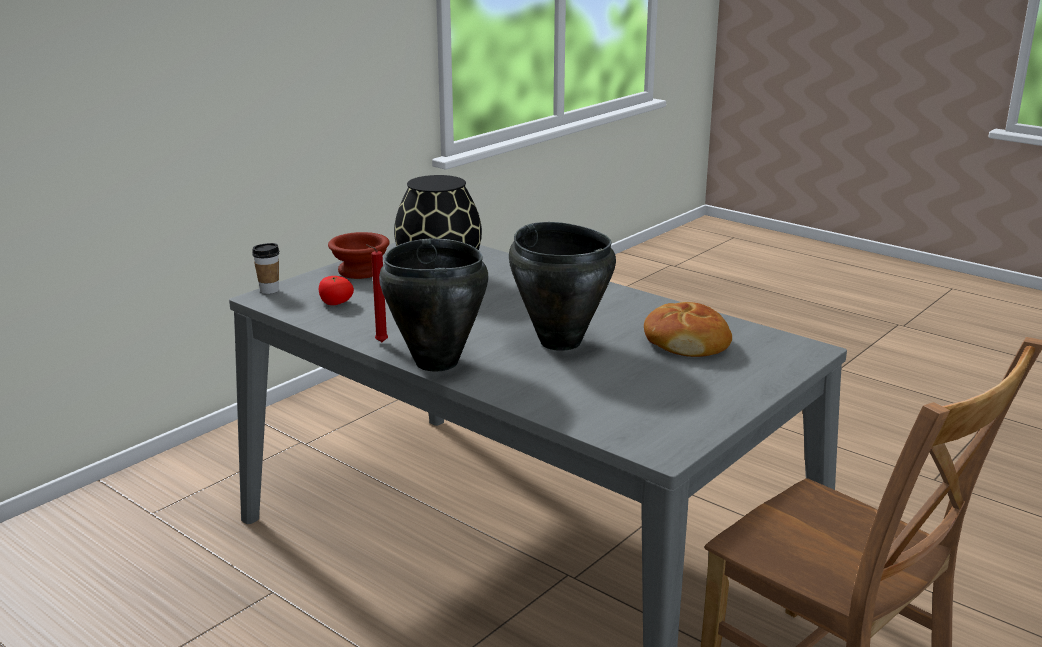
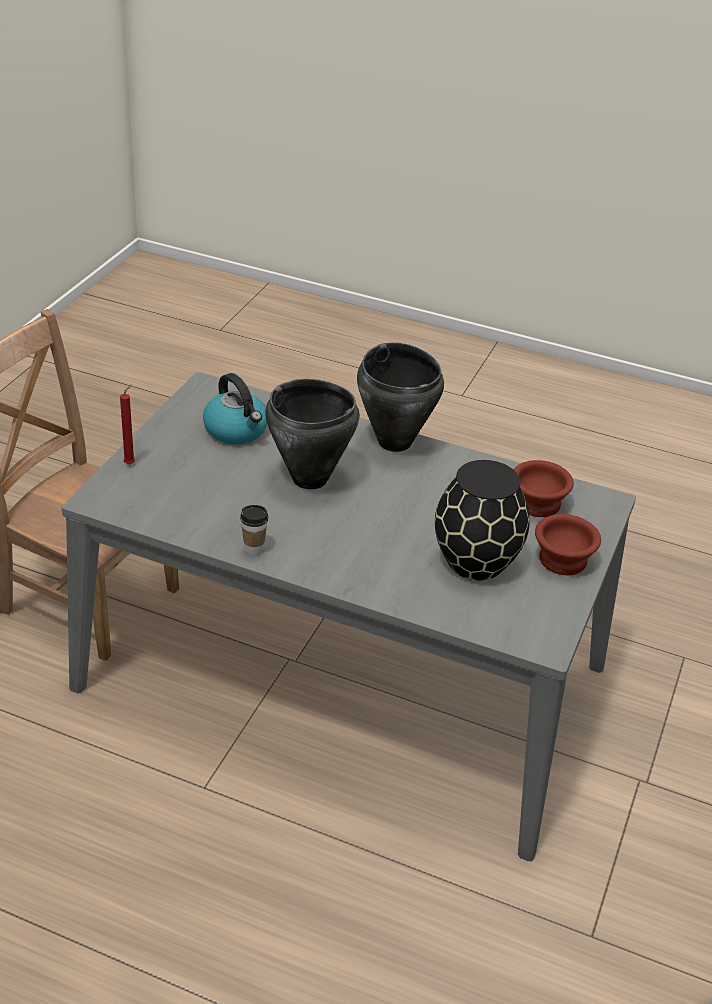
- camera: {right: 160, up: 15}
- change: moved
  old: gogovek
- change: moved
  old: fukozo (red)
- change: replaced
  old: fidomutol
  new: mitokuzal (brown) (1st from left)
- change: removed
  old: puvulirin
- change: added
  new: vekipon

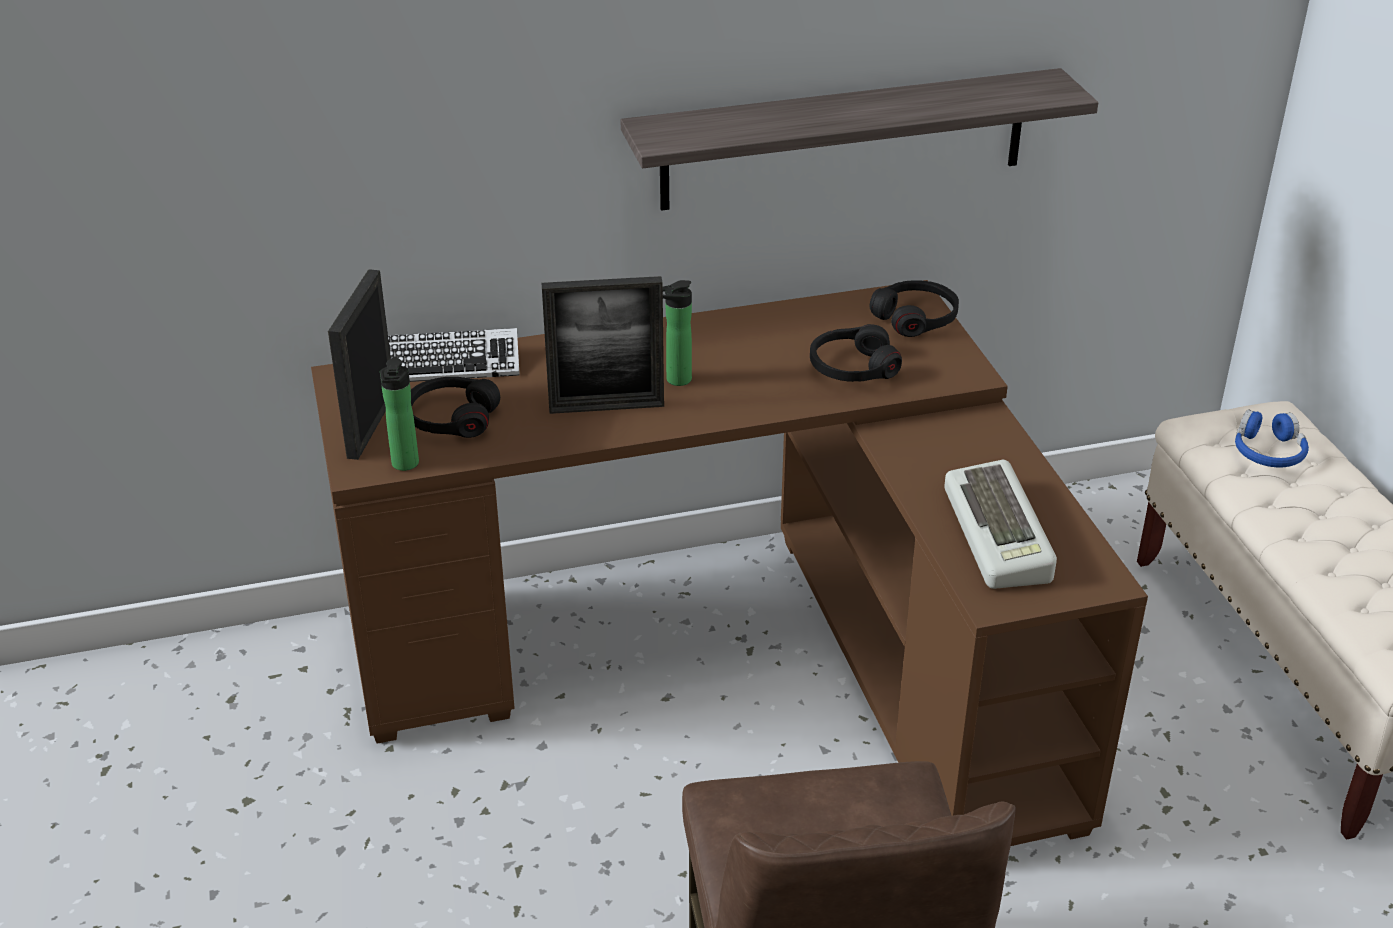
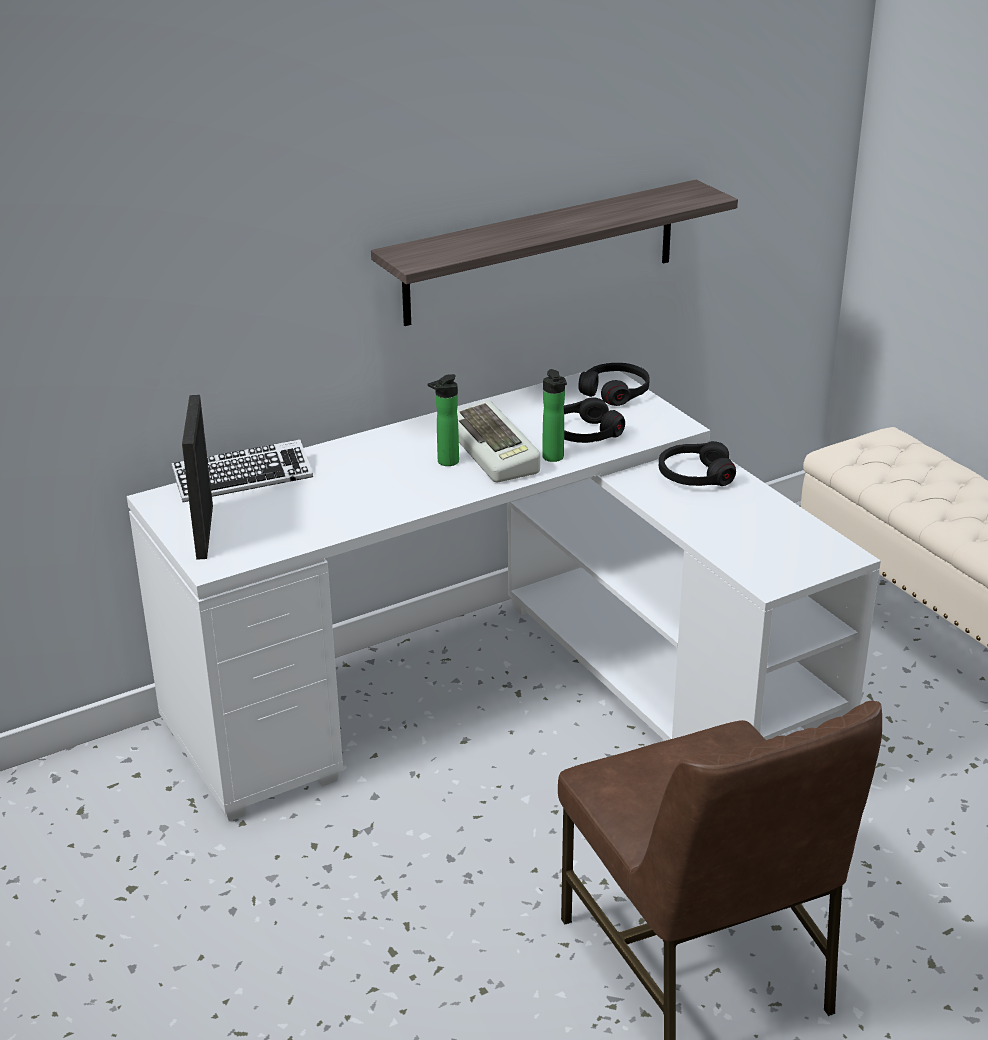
- camera: {right: -15, up: -5}
- change: removed
  old: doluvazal (2nd from left)
- change: recoloured
  old: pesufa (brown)
  new: pesufa (white)
- change: moved
  old: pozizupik (1st from left in the first image)
  new: pozizupik (2nd from left)
- change: moved
  old: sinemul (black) (1st from left in the first image)
  new: sinemul (black) (3rd from left)
- change: removed
  old: sinemul (blue)
- change: moved
  old: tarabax (2nd from left)

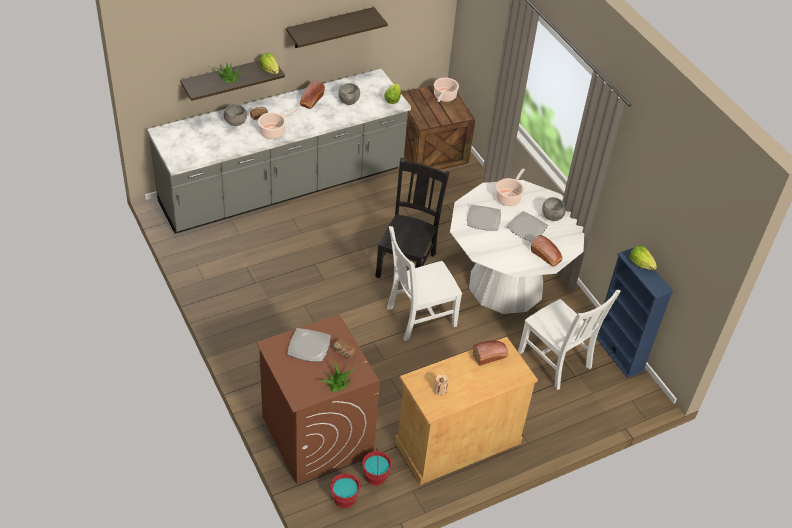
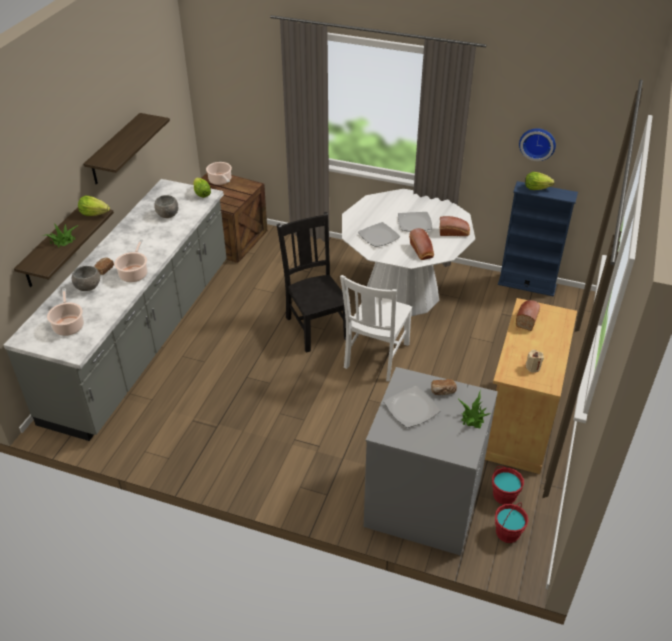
- camera: {right: -40, up: -5}
- change: moved
  old: puvulirin (2nd from left)
- change: moved
  old: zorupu (3rd from left in the first image)
  new: zorupu (1st from left)
- change: removed
  old: mitokuzal (grey) (3rd from left)
- change: removed
  old: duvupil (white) (2nd from left)
- change: recoloured
  old: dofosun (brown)
  new: dofosun (grey)
- change: added
  new: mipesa

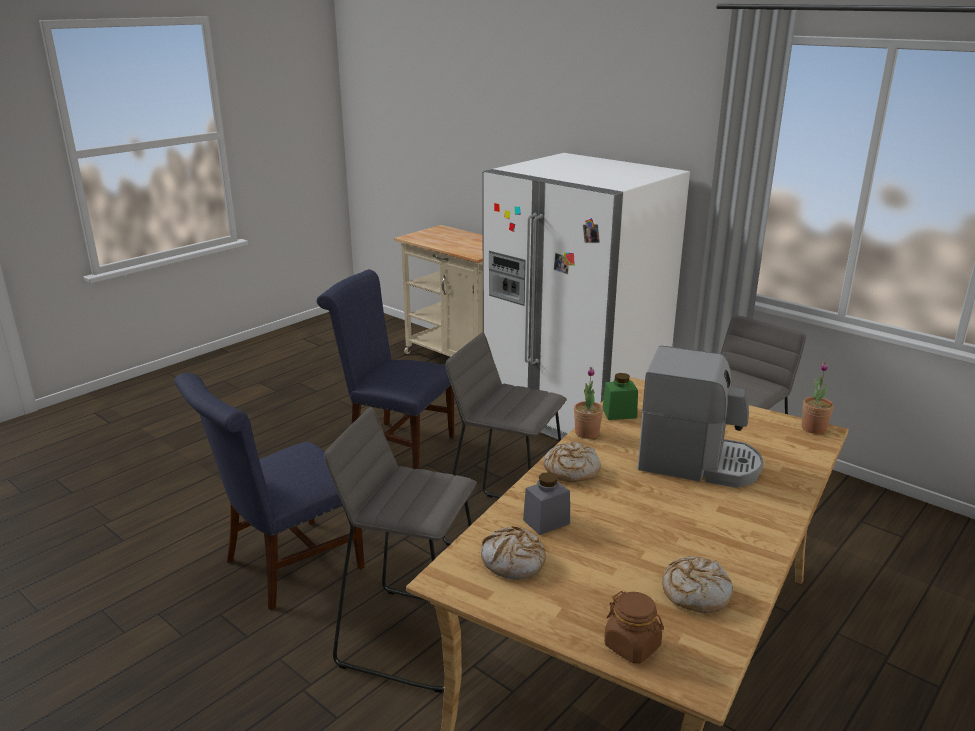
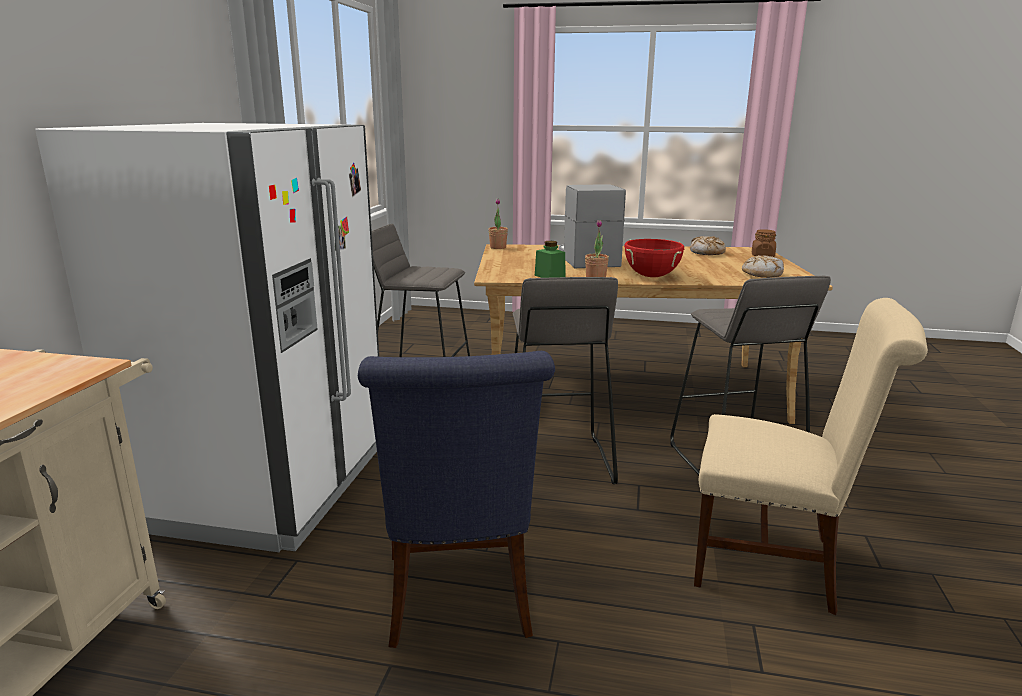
- camera: {right: -120, up: -5}
- change: recoloured
  old: duvupil (blue) (1st from left)
  new: duvupil (beige)
- change: replaced
  old: puvulirin (2nd from left)
  new: zorupu (red)
- change: removed
  old: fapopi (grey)

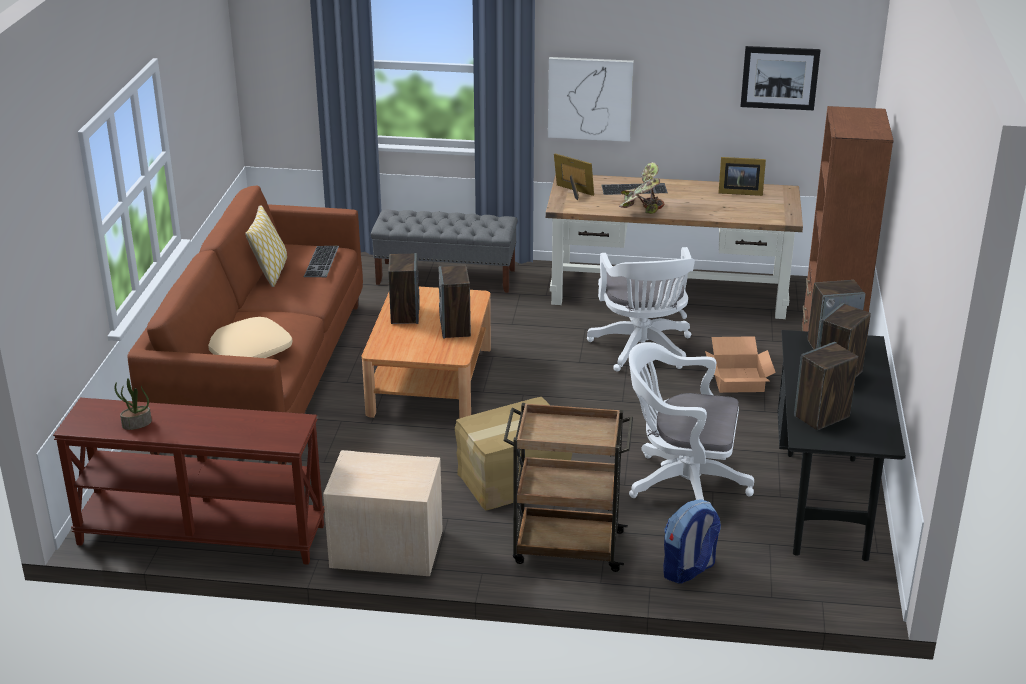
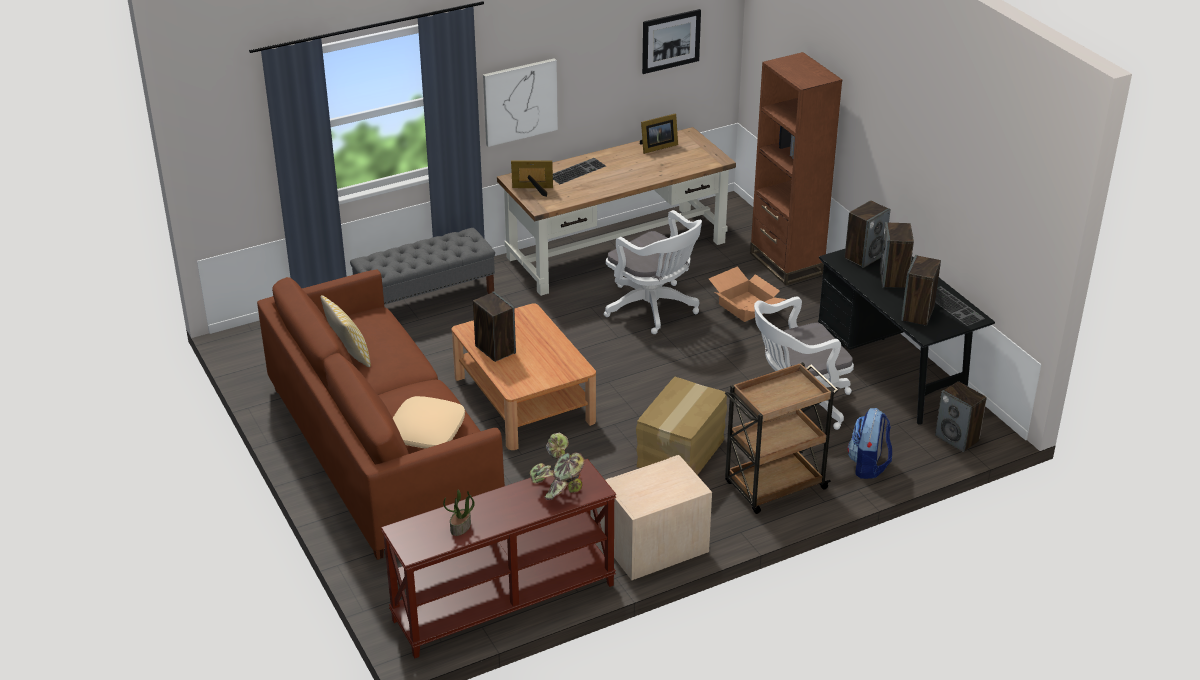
- camera: {right: -35, up: 5}
- change: moved
  old: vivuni (2nd from left)
- change: moved
  old: tarabax (1st from left in the first image)
  new: tarabax (2nd from left)
- change: moved
  old: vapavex (2nd from left in the first image)
  new: vapavex (5th from left)

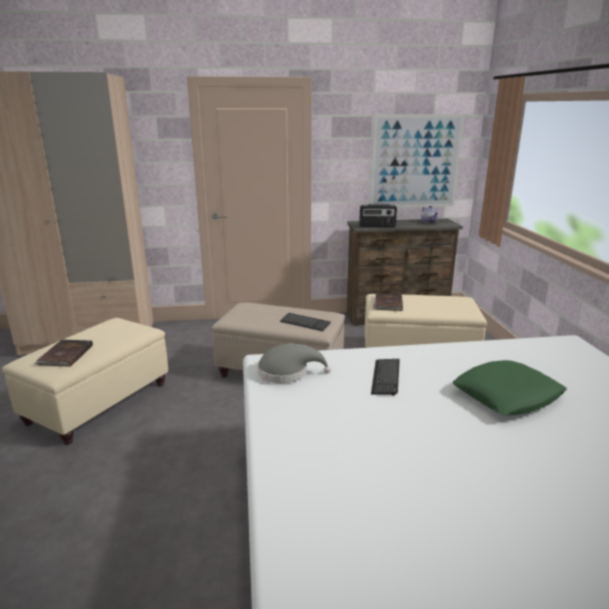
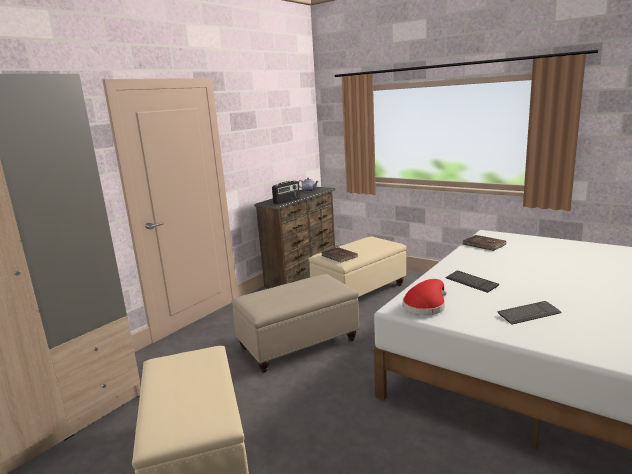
- camera: {right: -45, up: -5}
- change: removed
  old: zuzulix
- change: moved
  old: tarabax (1st from left in the first image)
  new: tarabax (2nd from left)
- change: moved
  old: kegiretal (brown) (1st from left in the first image)
  new: kegiretal (brown) (2nd from left)
- change: recoloured
  old: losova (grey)
  new: losova (red)
- change: removed
  old: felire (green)

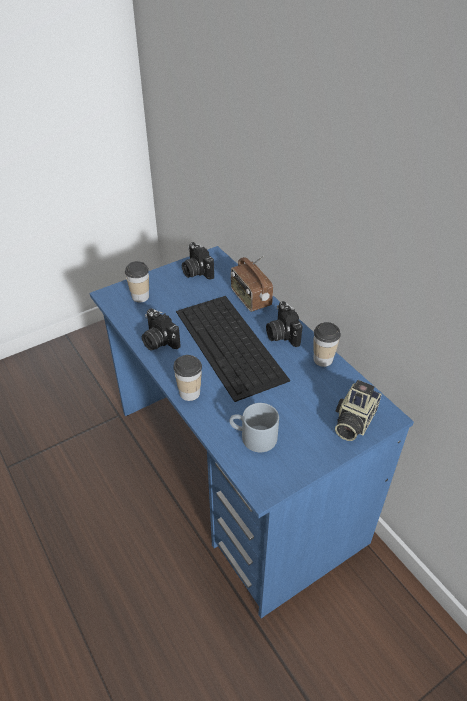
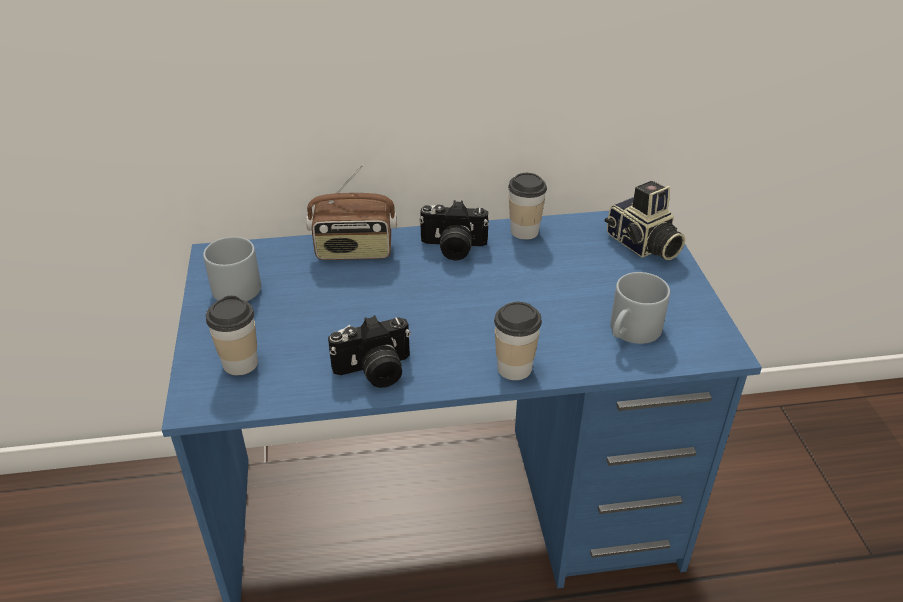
- camera: {right: -65, up: -5}
- change: replaced
  old: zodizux (2nd from left)
  new: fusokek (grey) (1st from left)
- change: removed
  old: tarabax

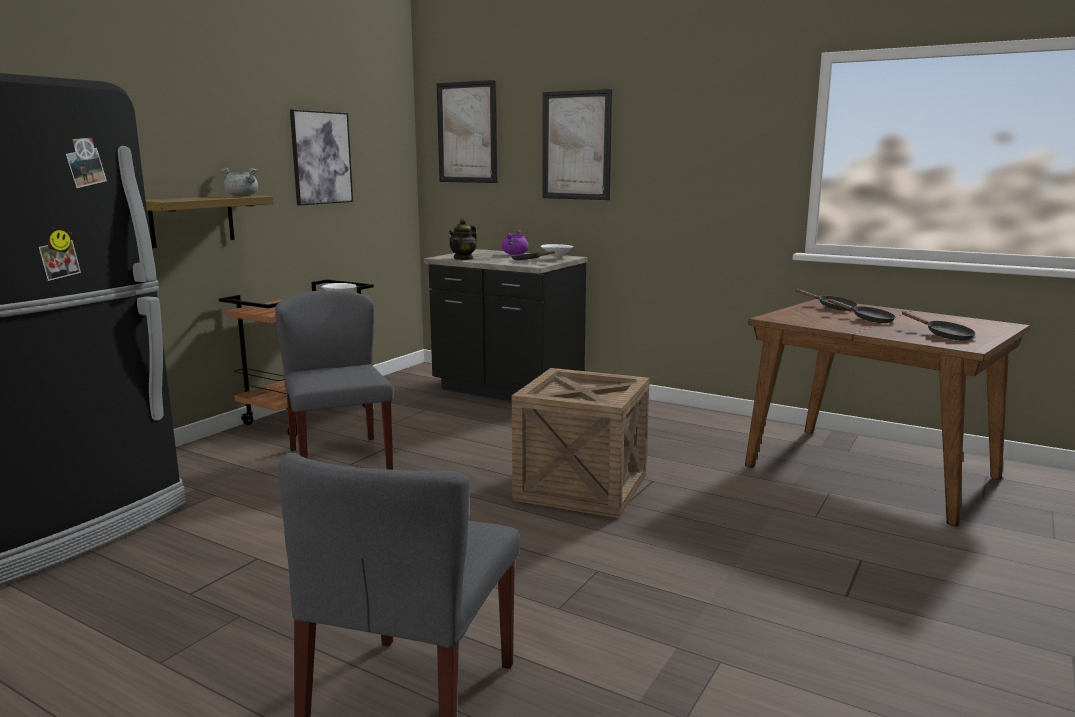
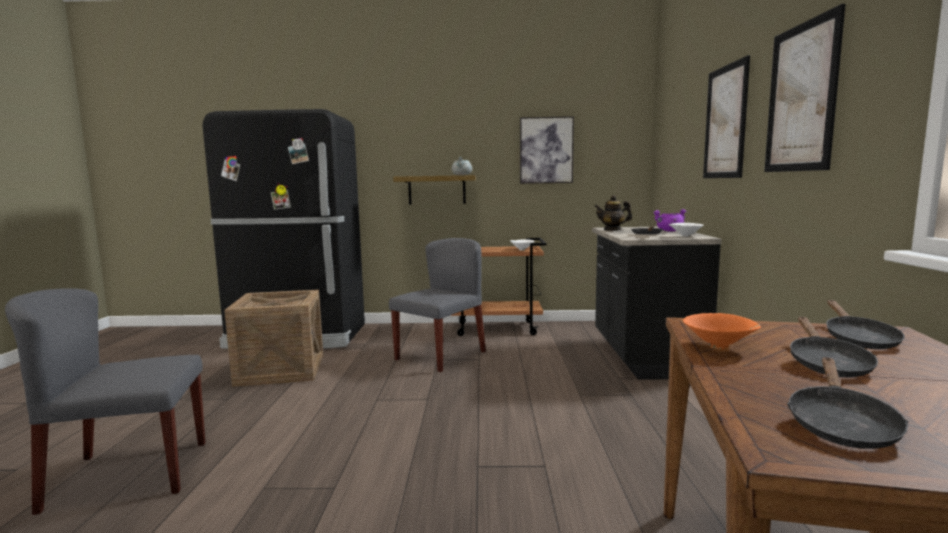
- camera: {right: 60, up: -5}
- change: moved
  old: zuzulix (2nd from left in the first image)
  new: zuzulix (3rd from left)
- change: moved
  old: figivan
- change: added
  new: mitokuzal (orange)

